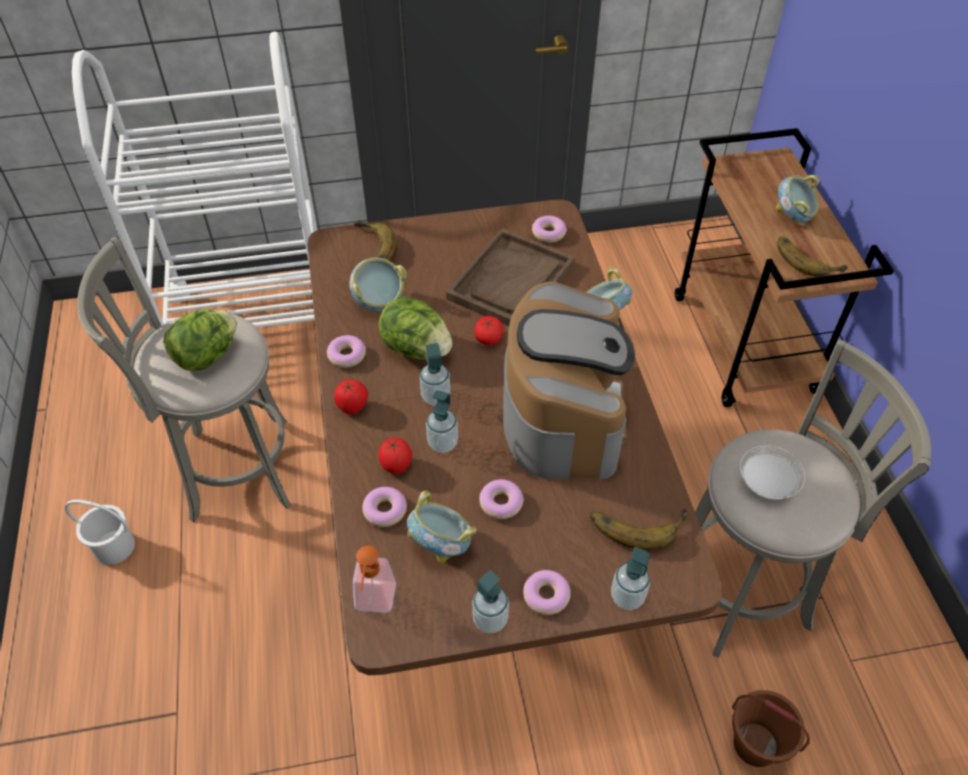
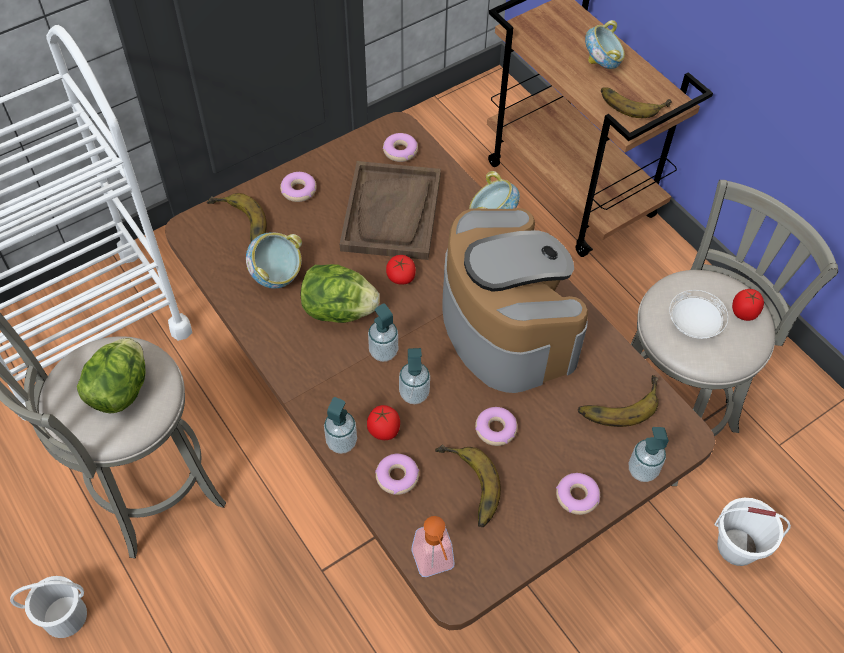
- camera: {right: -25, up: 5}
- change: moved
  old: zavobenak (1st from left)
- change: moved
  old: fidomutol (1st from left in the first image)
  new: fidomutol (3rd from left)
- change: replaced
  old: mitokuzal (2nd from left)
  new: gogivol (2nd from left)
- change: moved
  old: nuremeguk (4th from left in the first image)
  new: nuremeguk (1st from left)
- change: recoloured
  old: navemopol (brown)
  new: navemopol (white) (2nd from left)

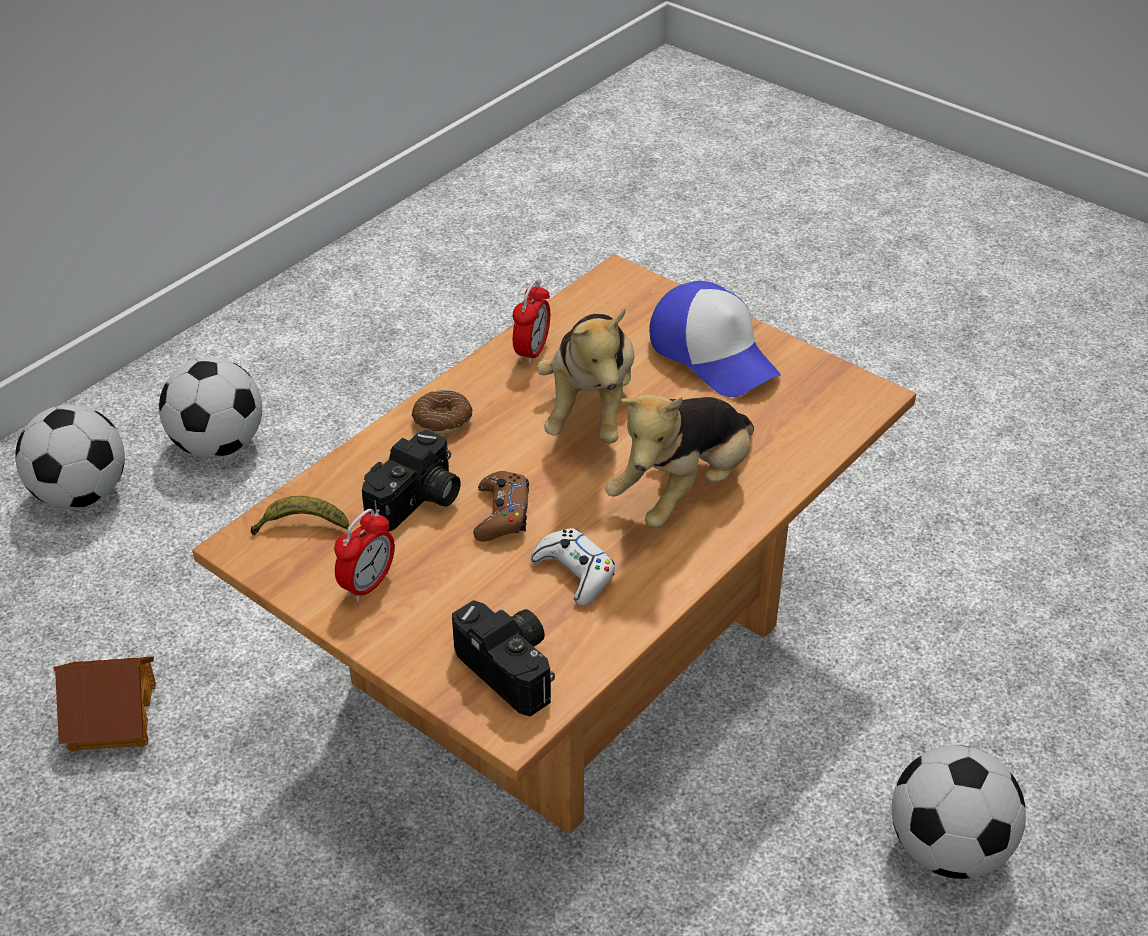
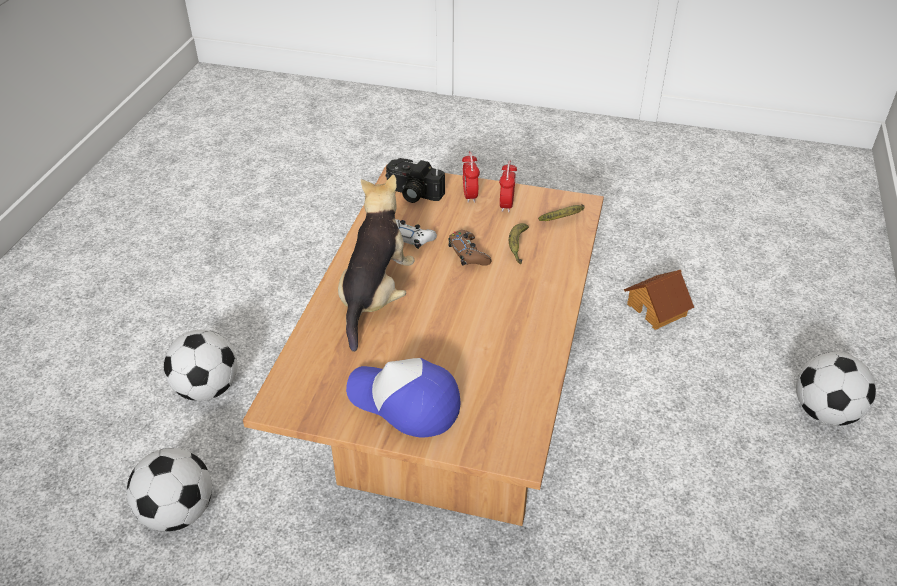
- camera: {right: 155, up: 0}
- change: moved
  old: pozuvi (2nd from left in the first image)
  new: pozuvi (1st from left)
- change: removed
  old: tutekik (1st from left)
- change: moved
  old: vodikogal (2nd from left in the first image)
  new: vodikogal (1st from left)
- change: removed
  old: zavobenak
- change: replaced
  old: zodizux (1st from left)
  new: gogivol (1st from left)

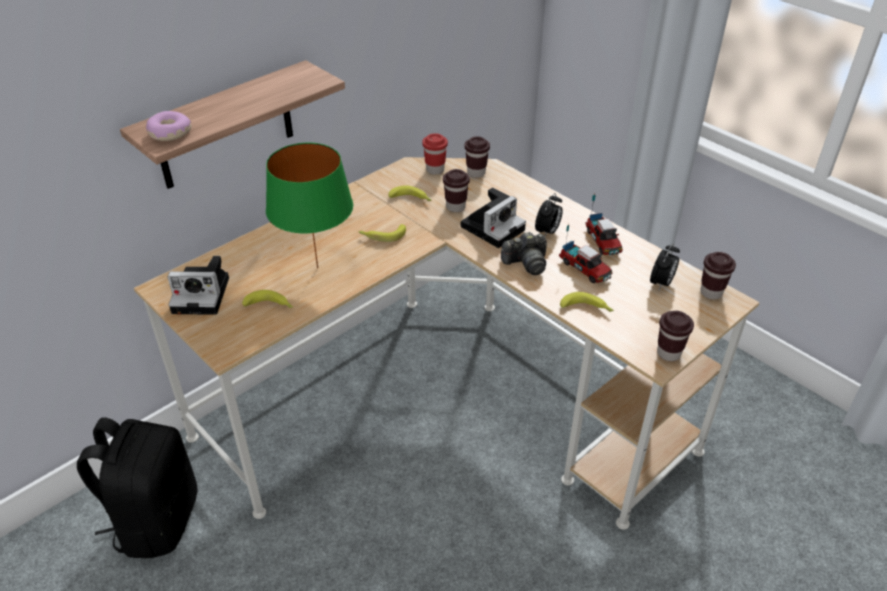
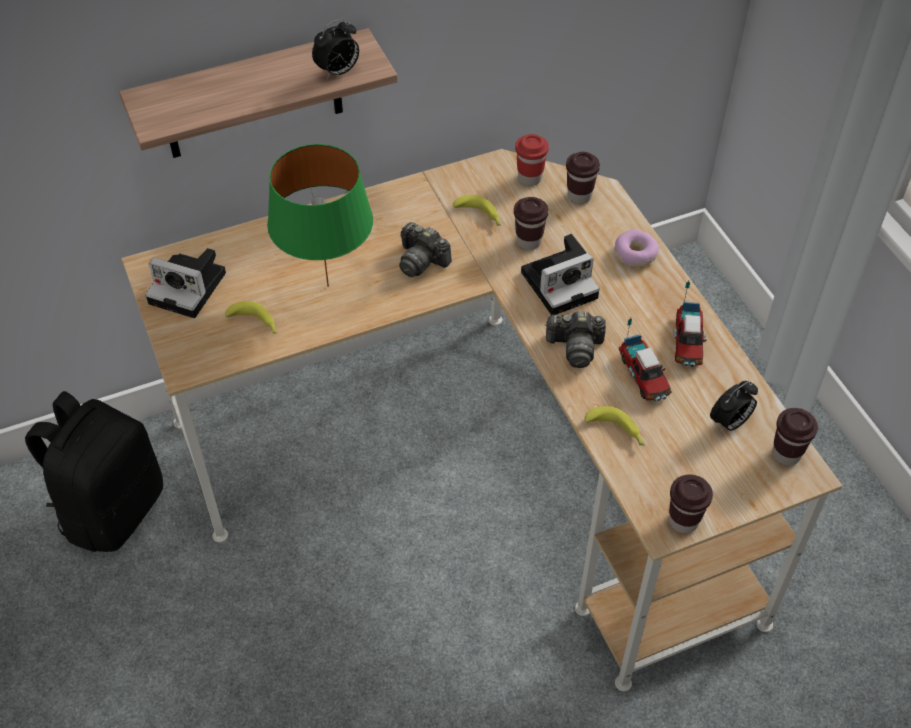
- camera: {right: 20, up: 10}
- change: moved
  old: zavobenak
- change: moved
  old: pozuvi (1st from left)
- change: replaced
  old: gogivol (2nd from left)
  new: zodizux (2nd from left)

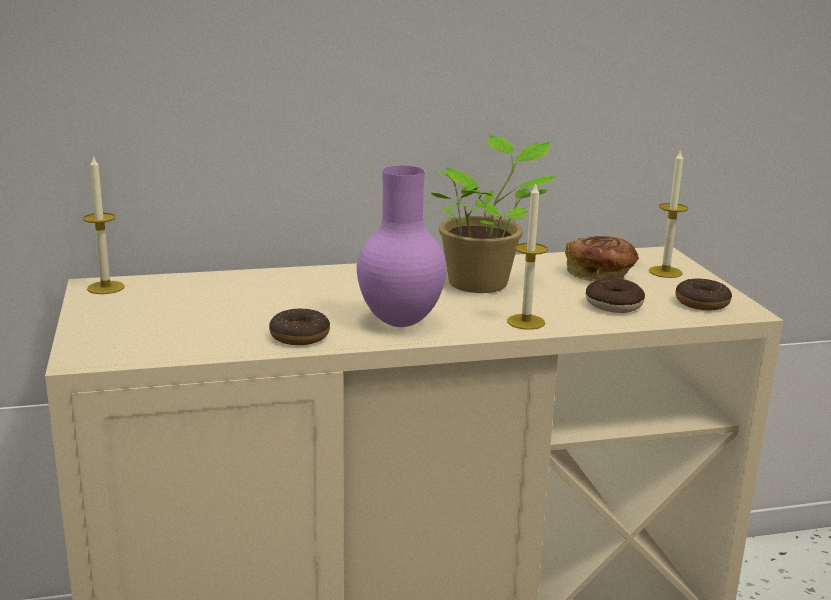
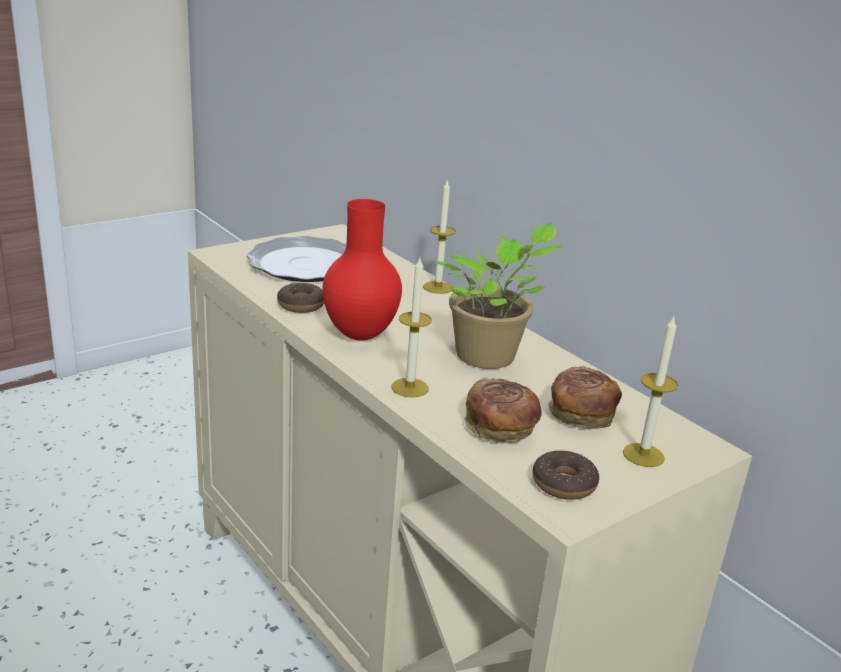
- camera: {right: 65, up: 5}
- change: moved
  old: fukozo (1st from left in the first image)
  new: fukozo (2nd from left)
- change: recoloured
  old: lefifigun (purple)
  new: lefifigun (red)
- change: replaced
  old: zavobenak (2nd from left)
  new: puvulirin (1st from left)
- change: added
  new: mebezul

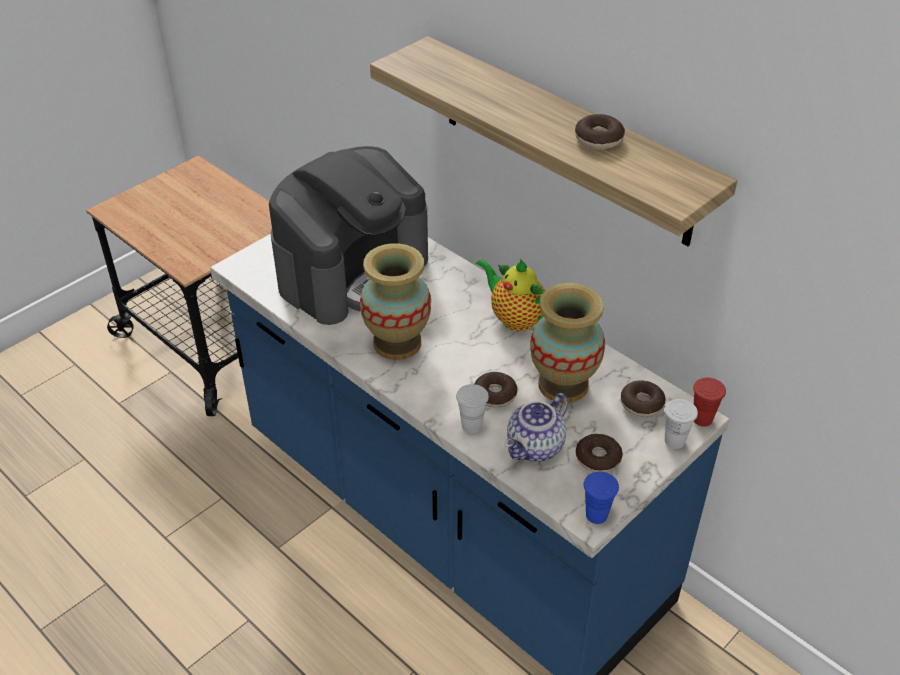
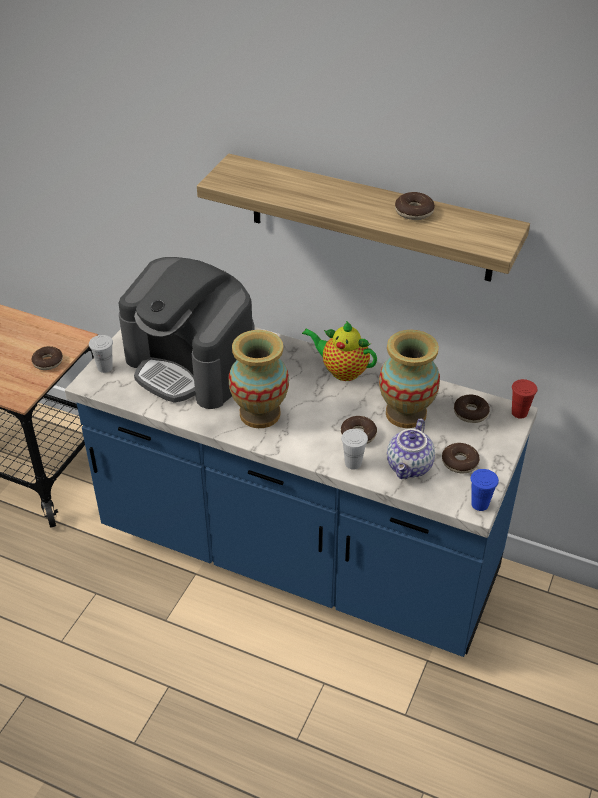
- camera: {right: -20, up: 0}
- change: turned
  old: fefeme
  degrees: 105
- change: moved
  old: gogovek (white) (2nd from left in the first image)
  new: gogovek (white) (1st from left)
- change: added
  new: zavobenak (1st from left)

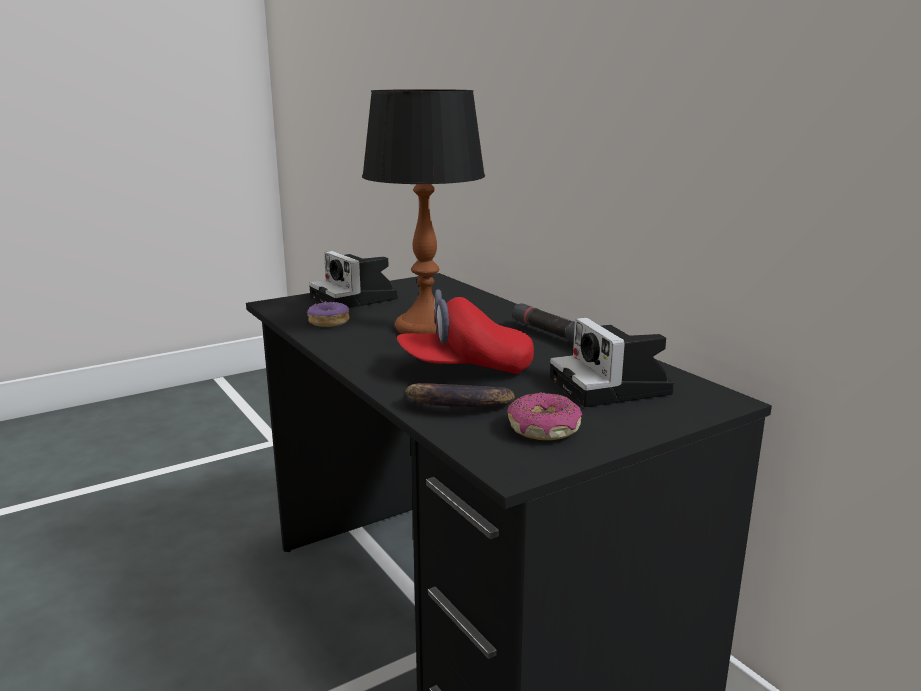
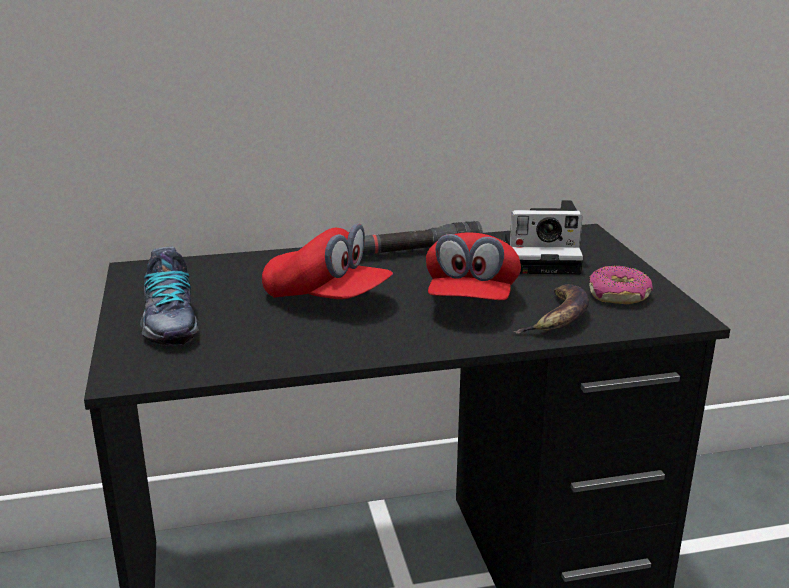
- camera: {right: -70, up: 5}
- change: replaced
  old: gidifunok
  new: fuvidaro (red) (1st from left)
- change: replaced
  old: zodizux (1st from left)
  new: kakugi
- change: removed
  old: zavobenak (1st from left)

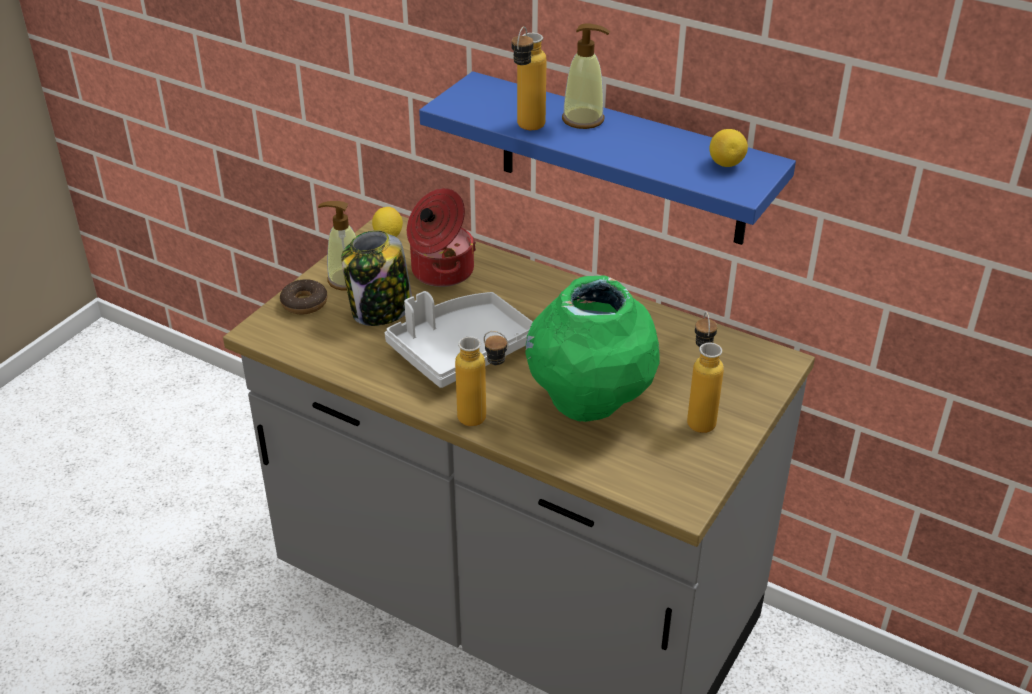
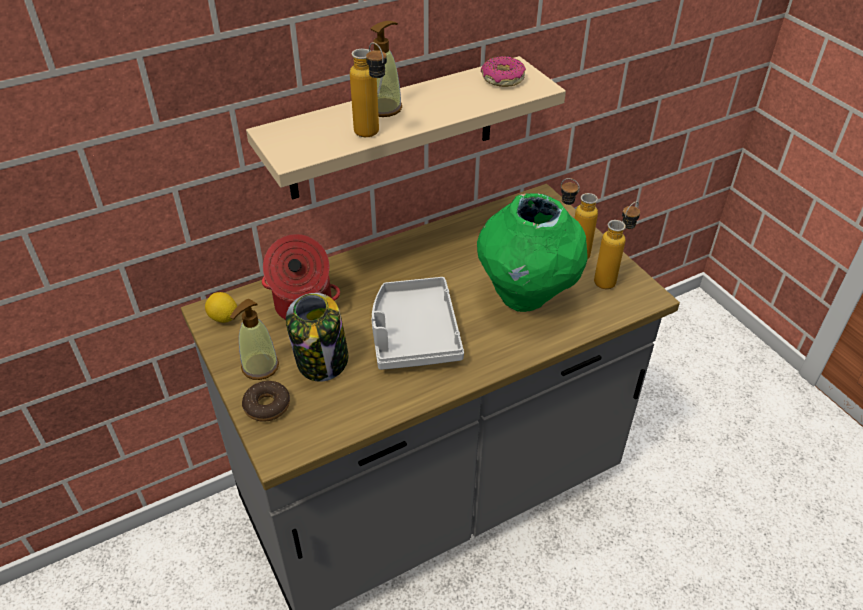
- camera: {right: -60, up: 5}
- change: recoloured
  old: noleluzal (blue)
  new: noleluzal (beige)
- change: replaced
  old: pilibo (2nd from left)
  new: zavobenak (2nd from left)
- change: moved
  old: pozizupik (1st from left in the first image)
  new: pozizupik (3rd from left)

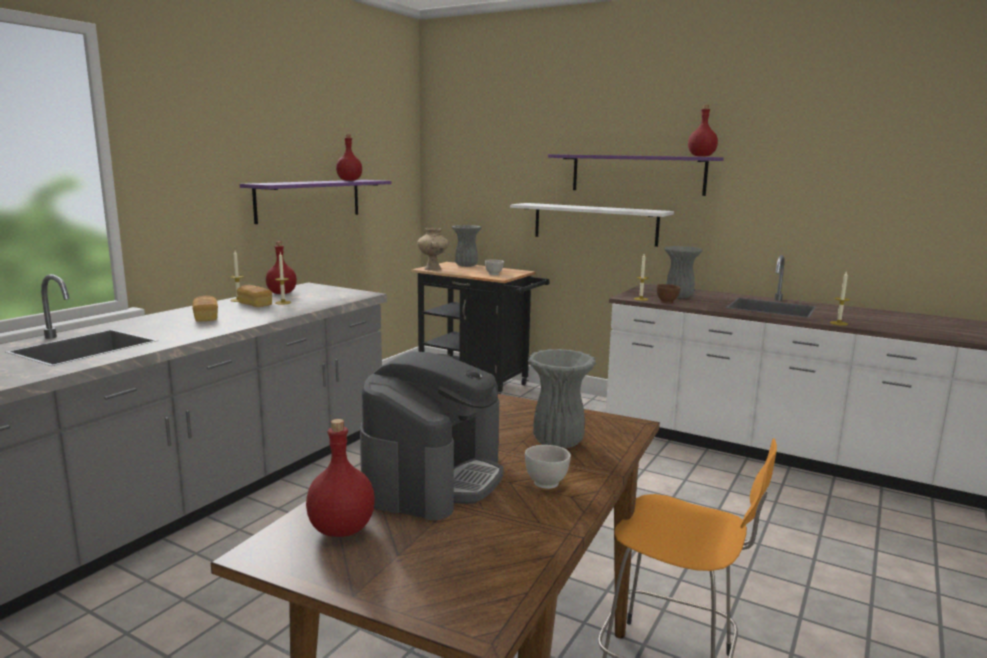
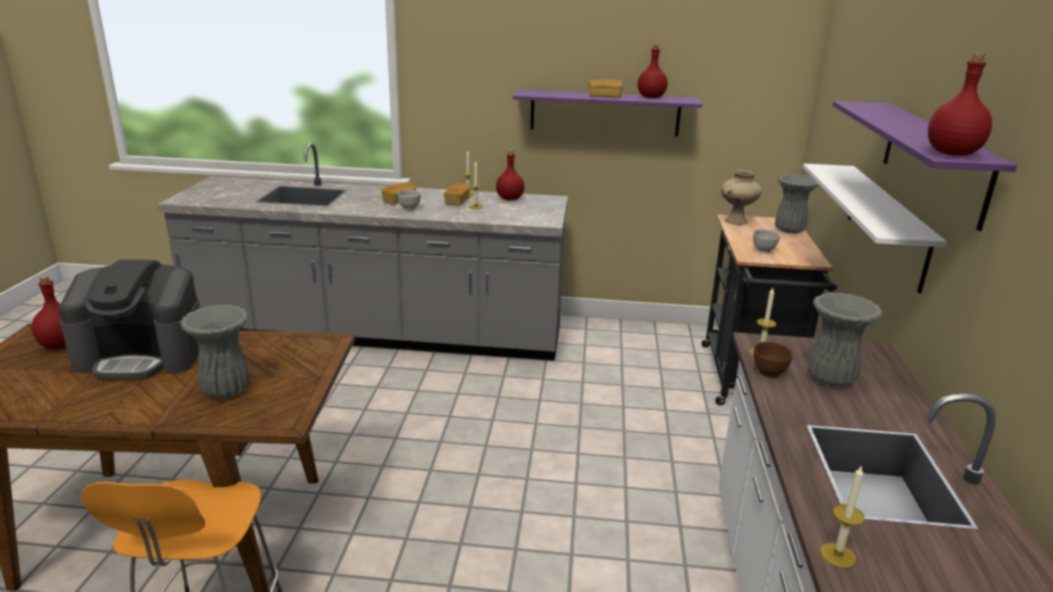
- camera: {right: 65, up: 10}
- change: moved
  old: mitokuzal (white) (2nd from left in the first image)
  new: mitokuzal (white) (1st from left)
- change: added
  new: puvulirin (3rd from left)

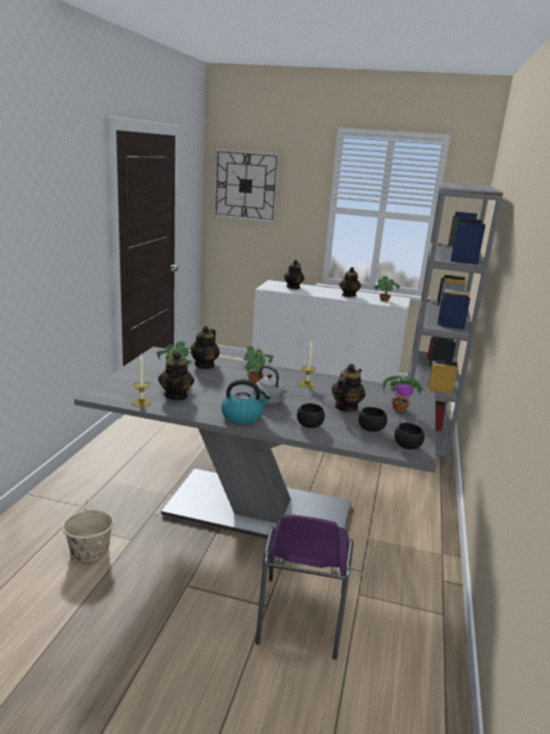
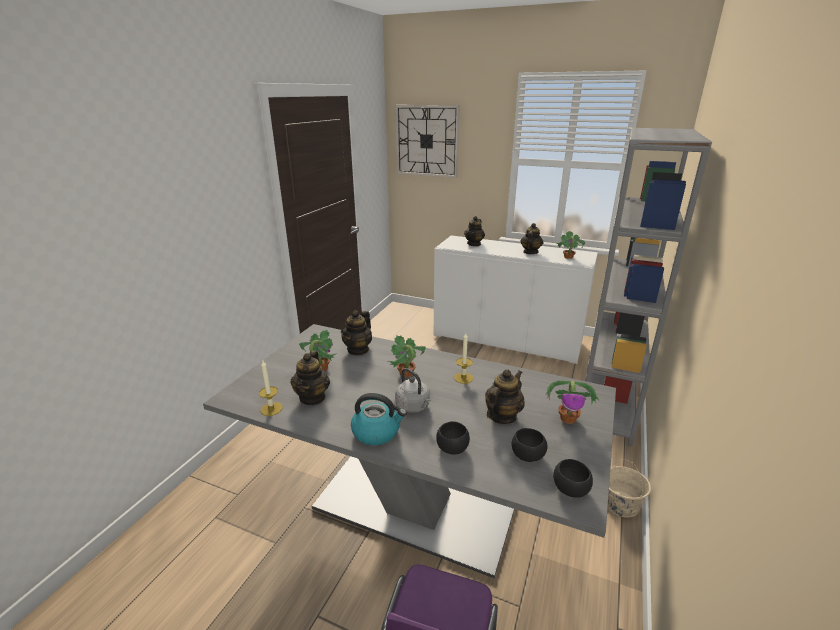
- camera: {right: 10, up: 5}
- change: moved
  old: navemopol (beige)

